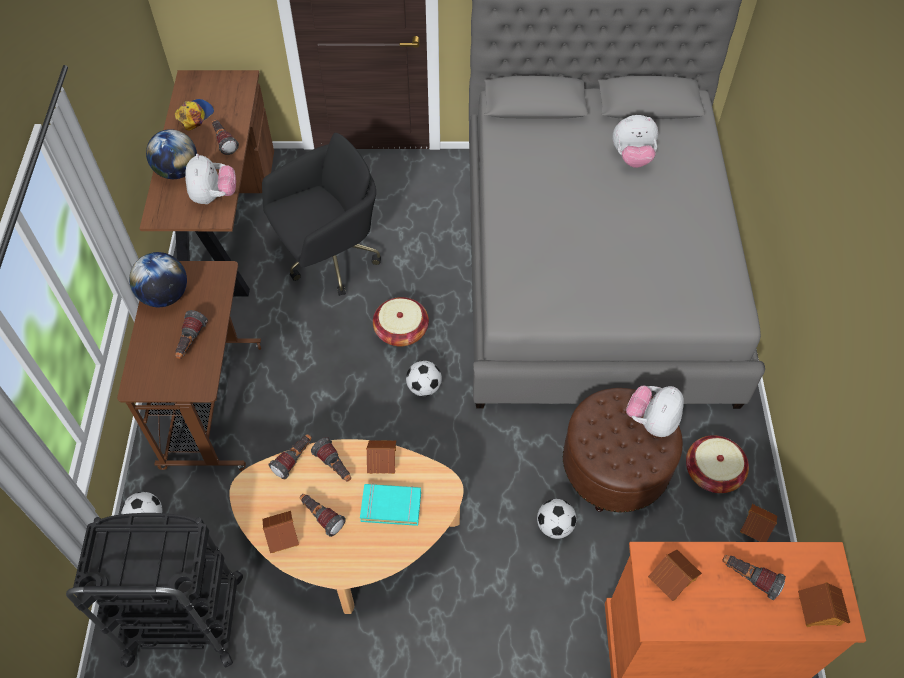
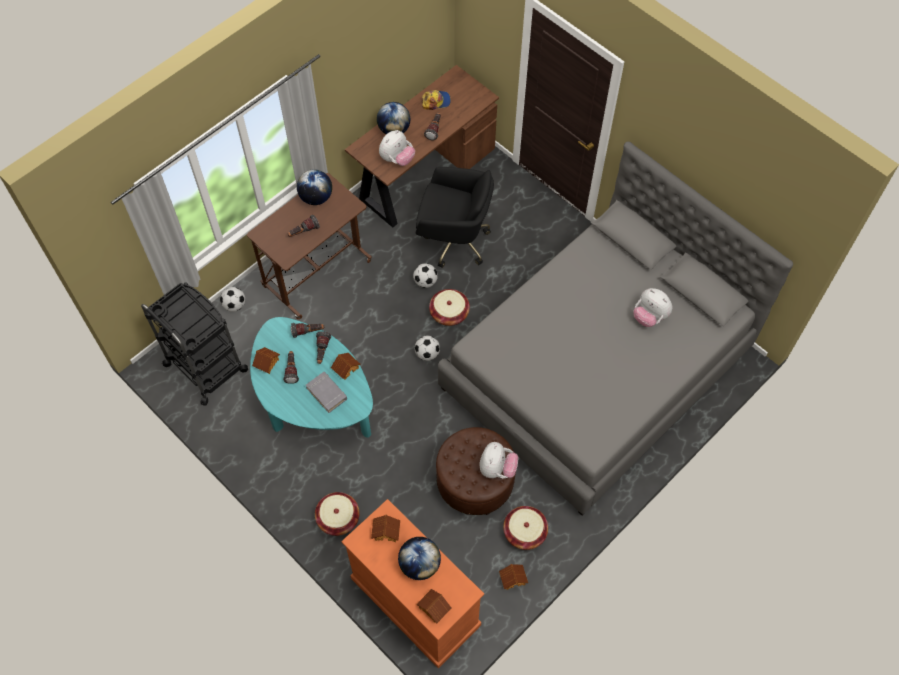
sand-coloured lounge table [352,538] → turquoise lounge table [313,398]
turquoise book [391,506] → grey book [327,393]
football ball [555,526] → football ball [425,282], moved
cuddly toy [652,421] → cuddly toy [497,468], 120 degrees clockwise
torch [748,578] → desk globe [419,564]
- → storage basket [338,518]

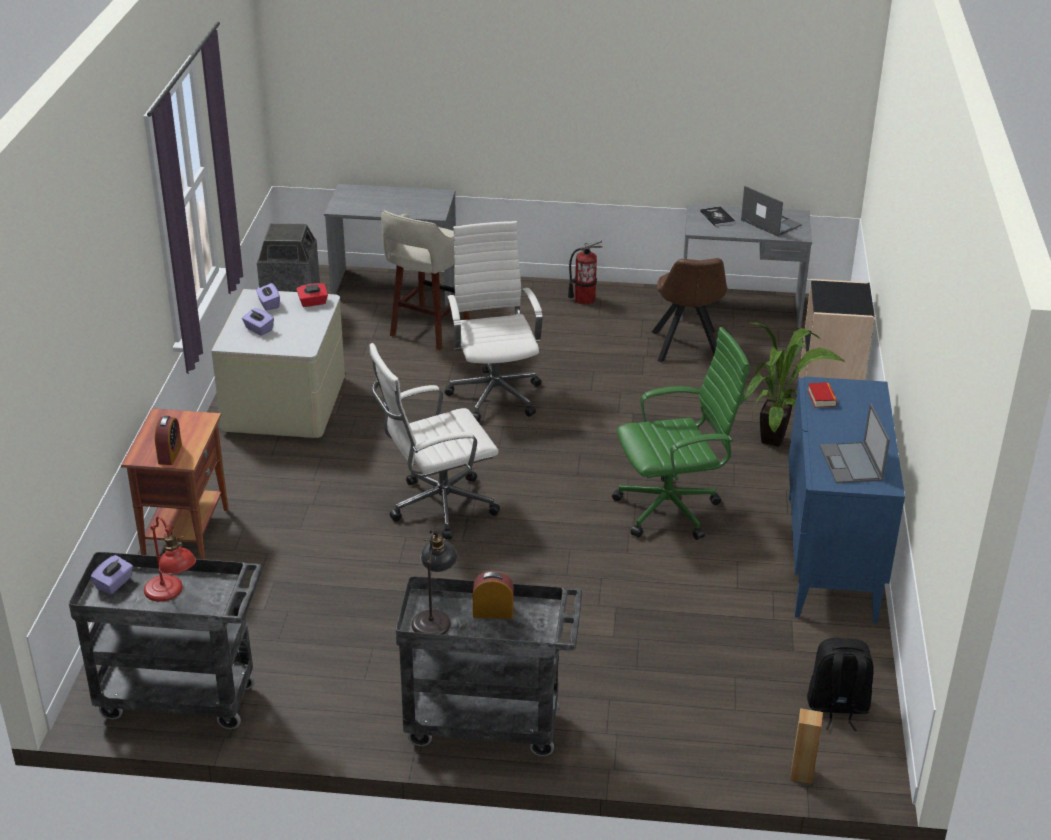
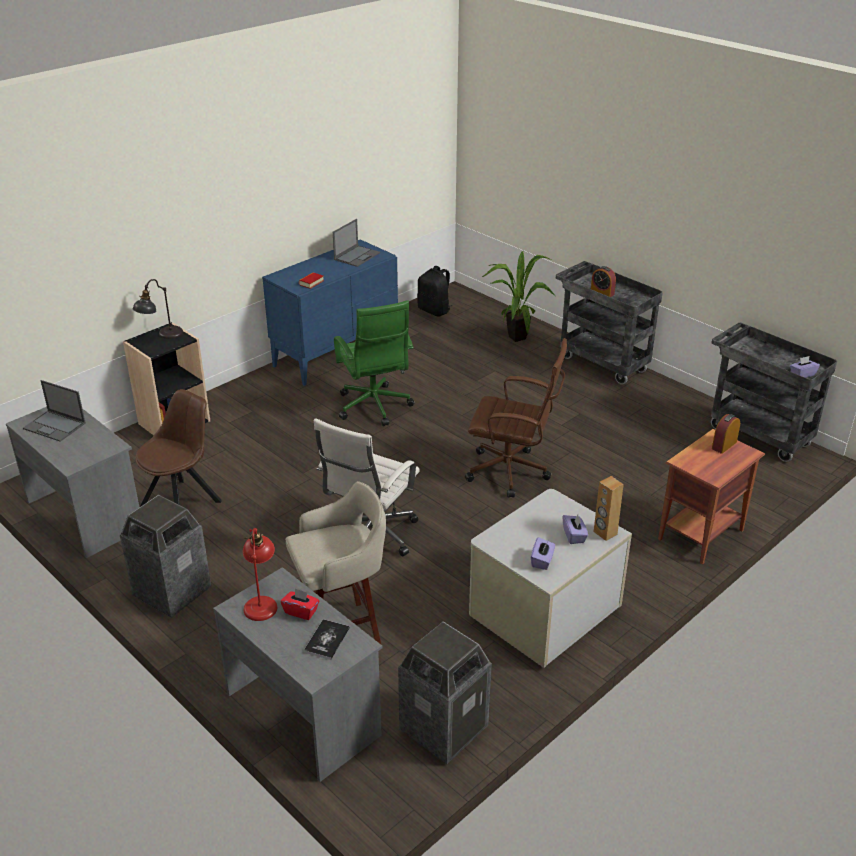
red-coloured table lamp [173,597] → red-coloured table lamp [261,598], moved
red-coloured box of tissues [313,303] → red-coloured box of tissues [301,611], moved
white computer chair [437,508] → brown computer chair [511,472]
grey table lamp [434,613] → grey table lamp [161,336], moved
fire extinguisher [584,299] → waste bin [171,592]
green-coloured computer chair [672,509] → green-coloured computer chair [375,408], 135 degrees counterclockwise
book [717,217] → book [327,640], moved
laptop [770,222] → laptop [55,426], 60 degrees counterclockwise
potted plant [777,441] → potted plant [515,336], moved
brown speaker [801,774] → brown speaker [605,533], moved

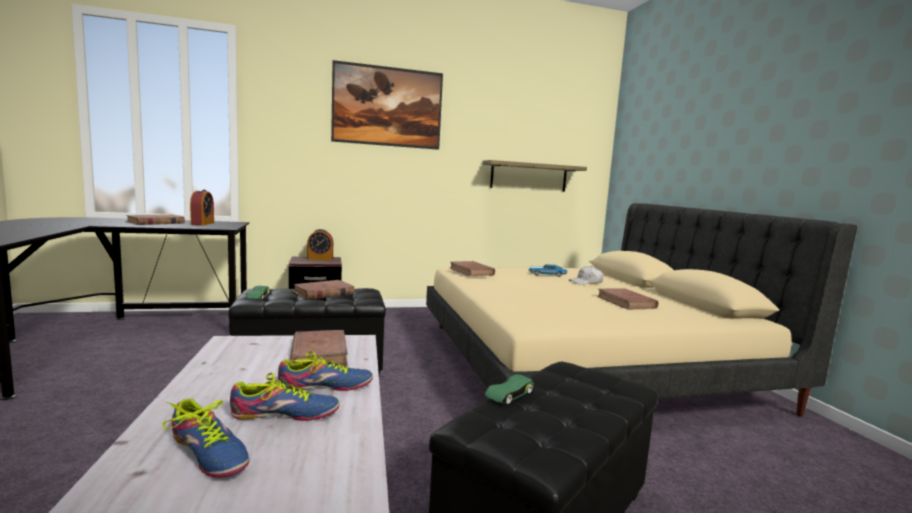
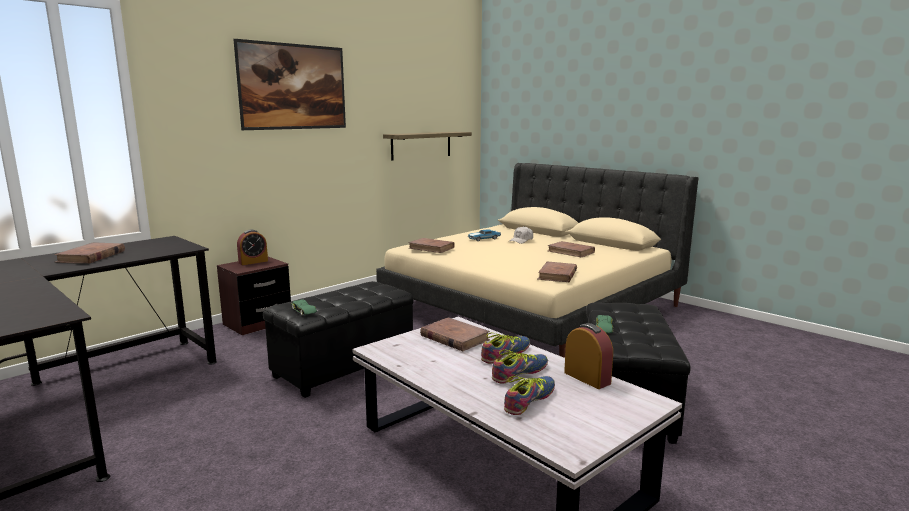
shoe [209,453] → shoe [529,400], 60 degrees counterclockwise
table clock [202,223] → table clock [587,378], moved
brown book [323,293] → brown book [557,275], moved

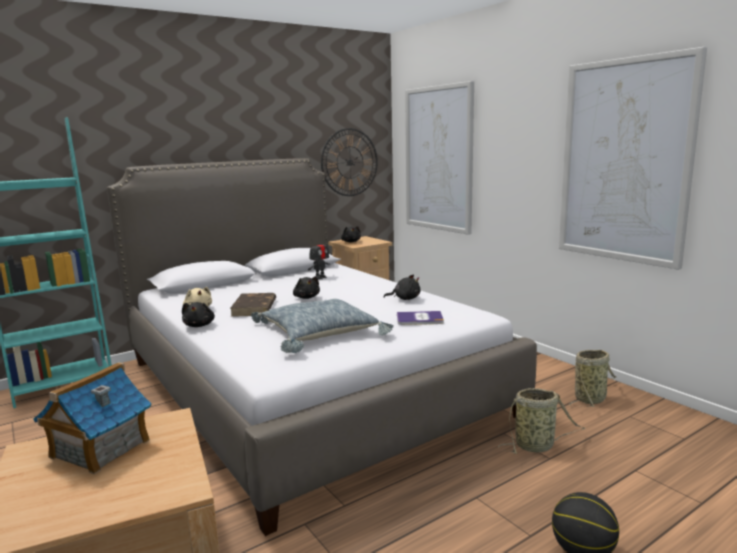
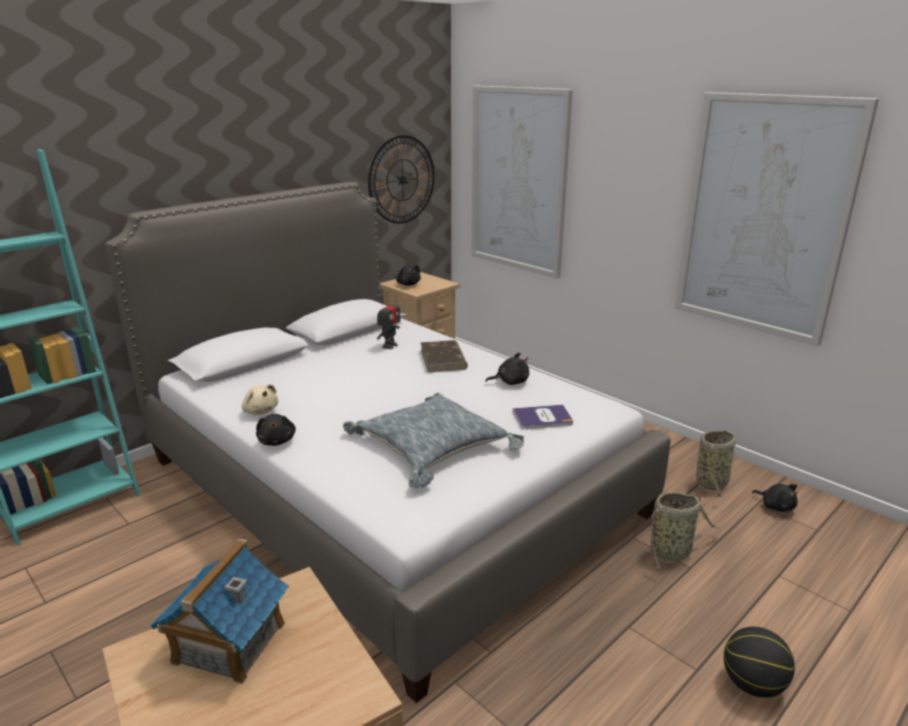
brown book [254,308] → brown book [443,359], moved
blackish cuddly toy [306,297] → blackish cuddly toy [776,506], moved

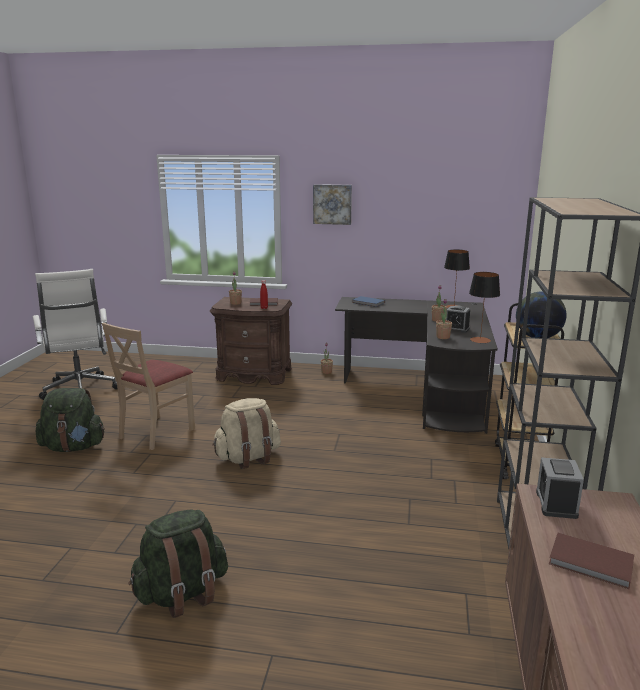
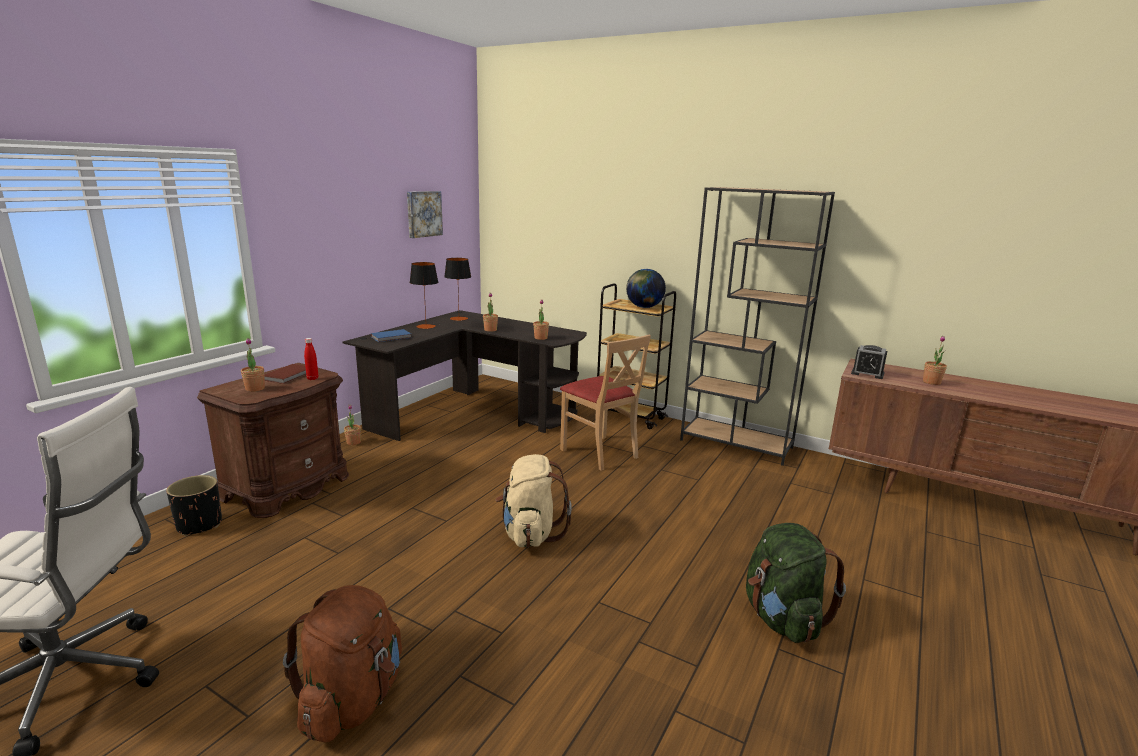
green-coloured knapsack [73,447] → brown knapsack [353,701]
sand-coloured plain chair [156,432] → sand-coloured plain chair [600,453], moved
picture [332,204] → picture [423,214], moved
table clock [456,329] → -
table lamp [480,340] → table lamp [426,326], moved
brown book [591,563] → potted plant [931,382]
- → blackish flower pot [199,525]

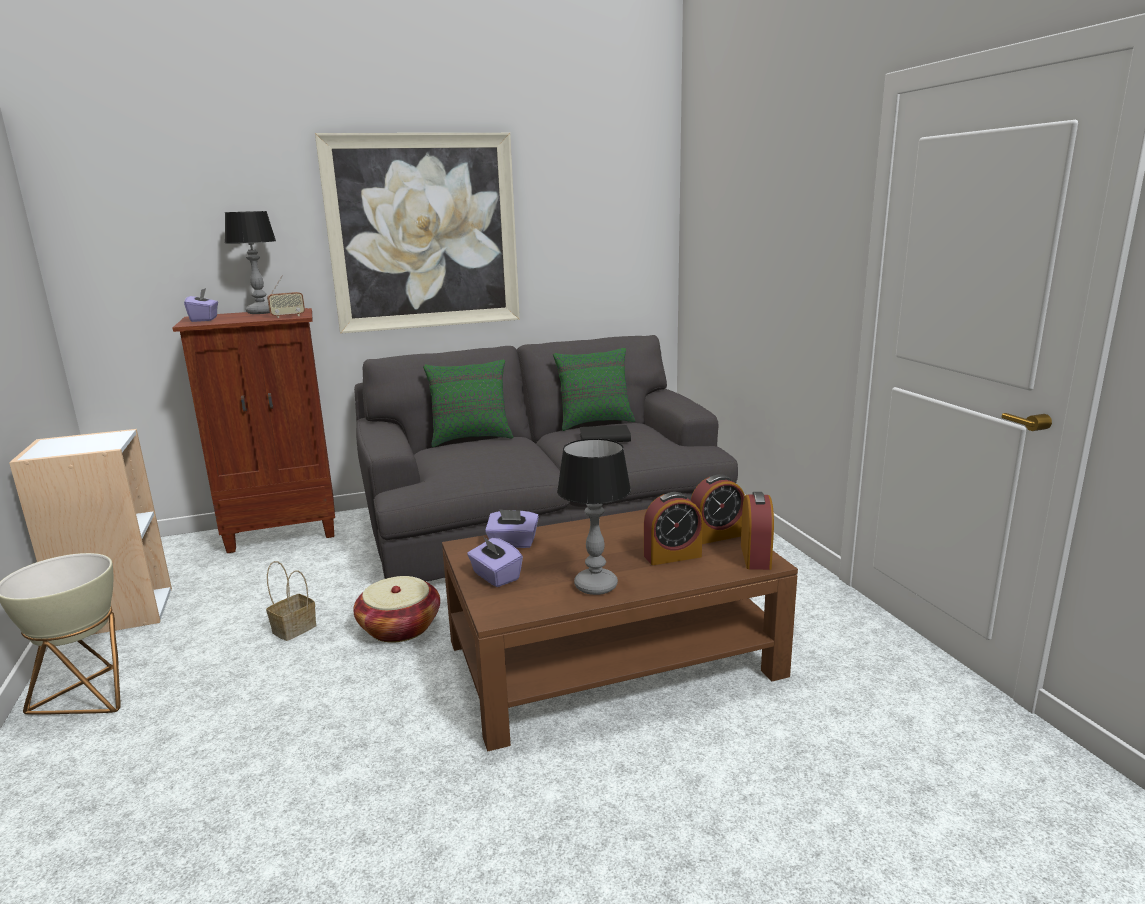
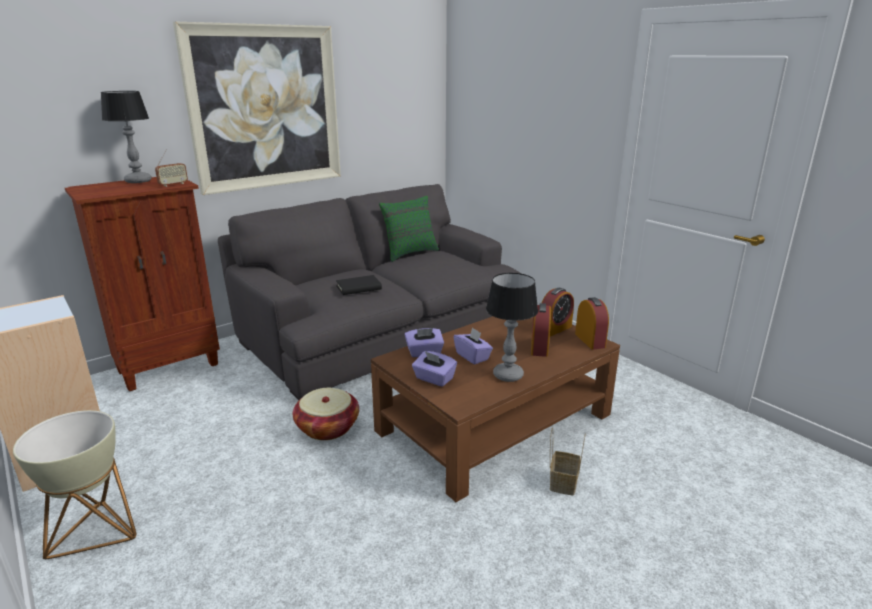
purple-coloured box of tissues [205,319] → purple-coloured box of tissues [472,356], moved
storage basket [295,628] → storage basket [562,482], moved
green-coloured pillow [471,439] → -
blackish book [604,438] → blackish book [358,288], moved
table clock [672,556] → table clock [539,347], 135 degrees clockwise

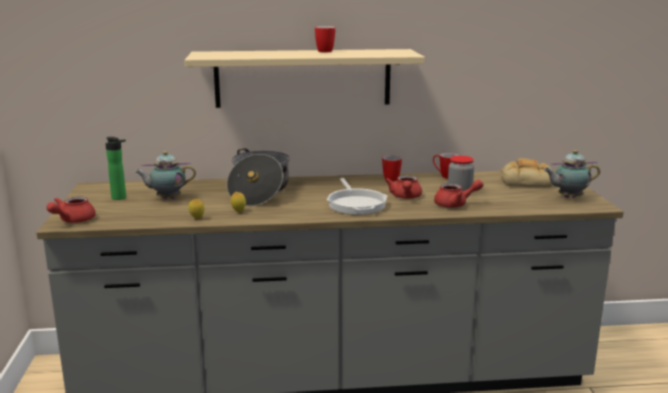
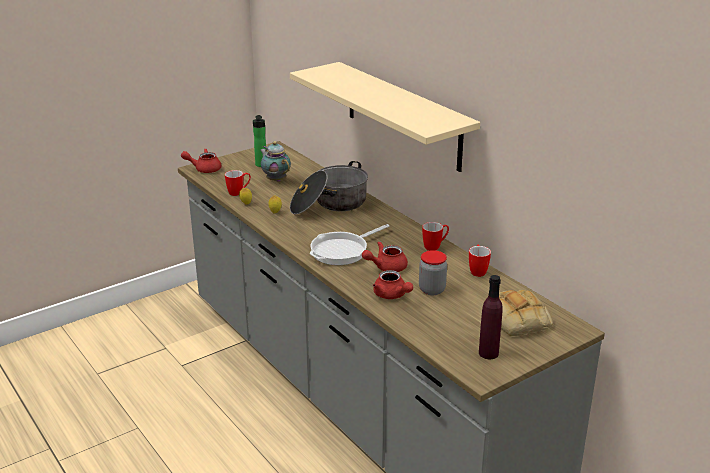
mug [325,51] → mug [239,192], moved
tea pot [568,197] → purple-coloured beverage bottle [488,353]

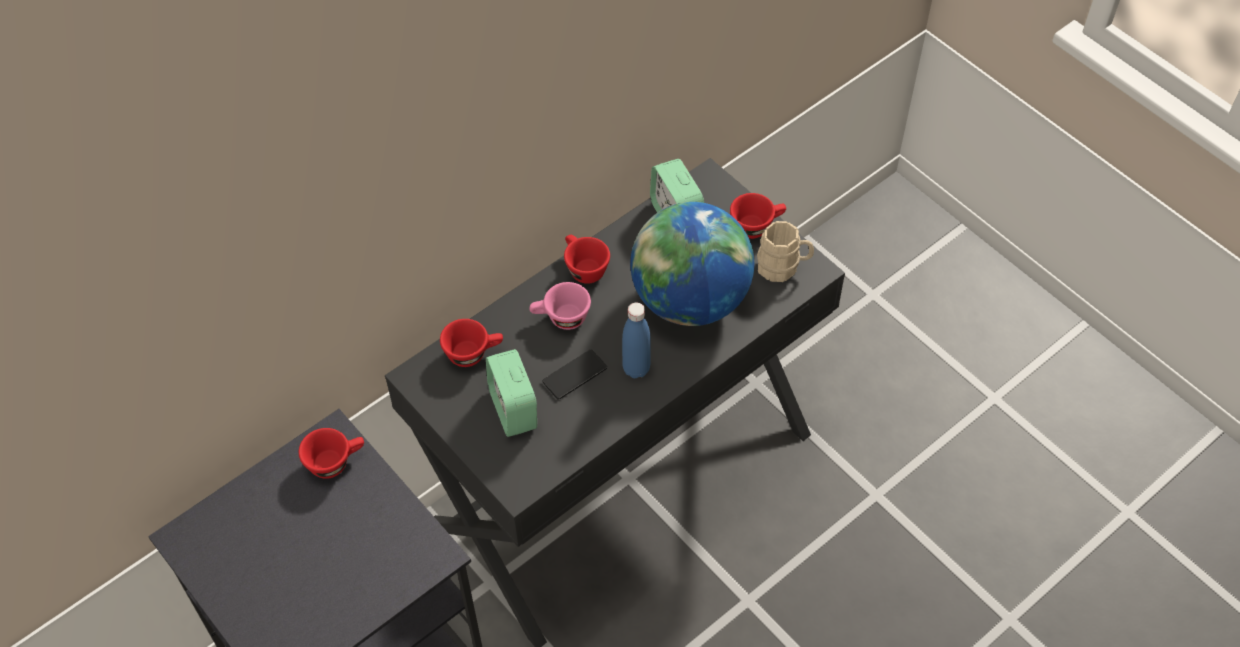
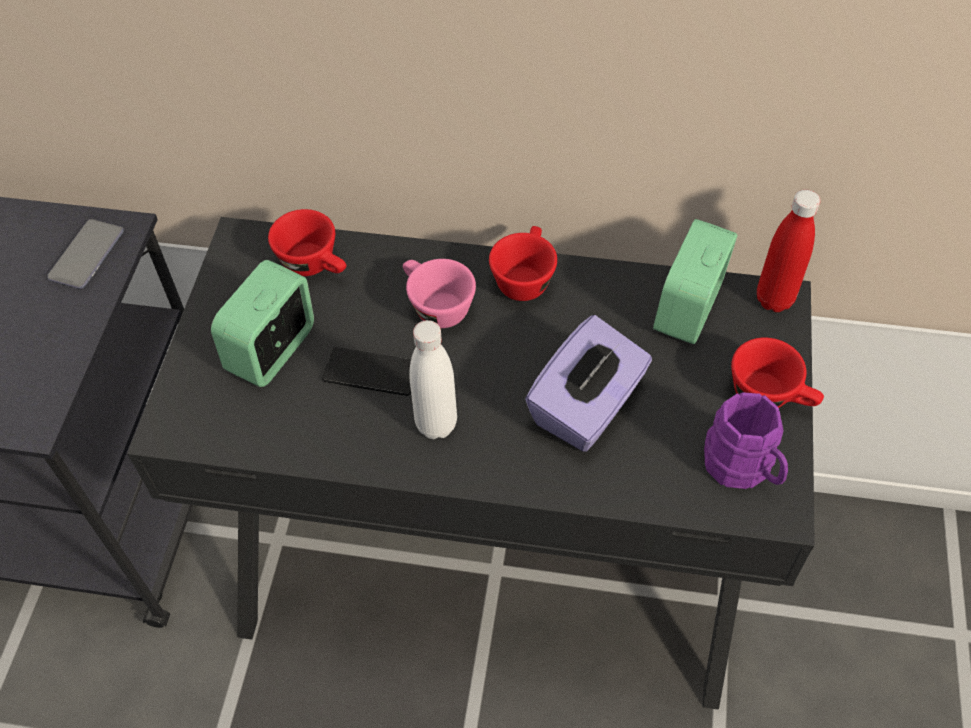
red-coloured small cup [335,461] → handset [87,255]
blue beverage bottle [636,368] → white beverage bottle [436,424]
desk globe [690,300] → purple-coloured box of tissues [587,407]
sand-coloured mug [783,267] → purple-coloured mug [743,469]
- → red-coloured beverage bottle [774,299]

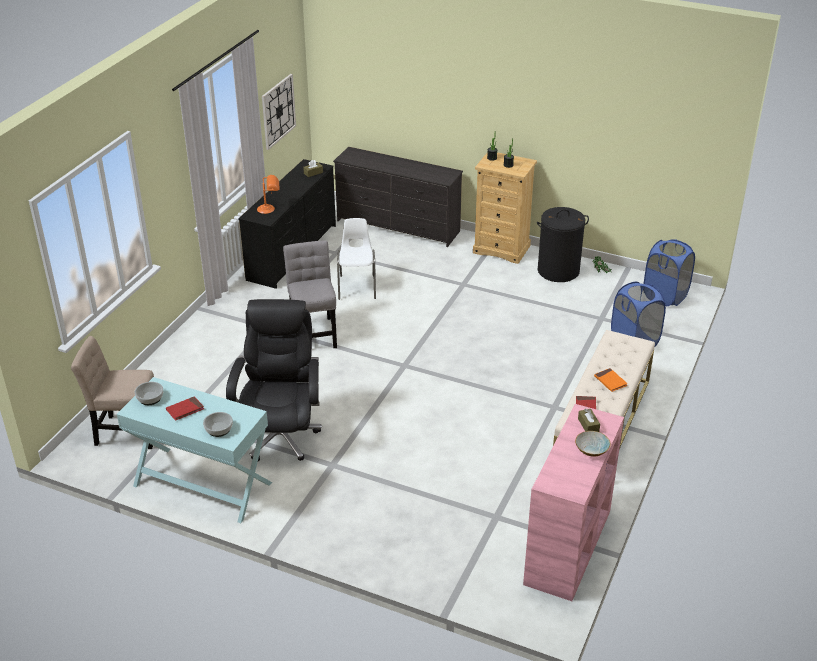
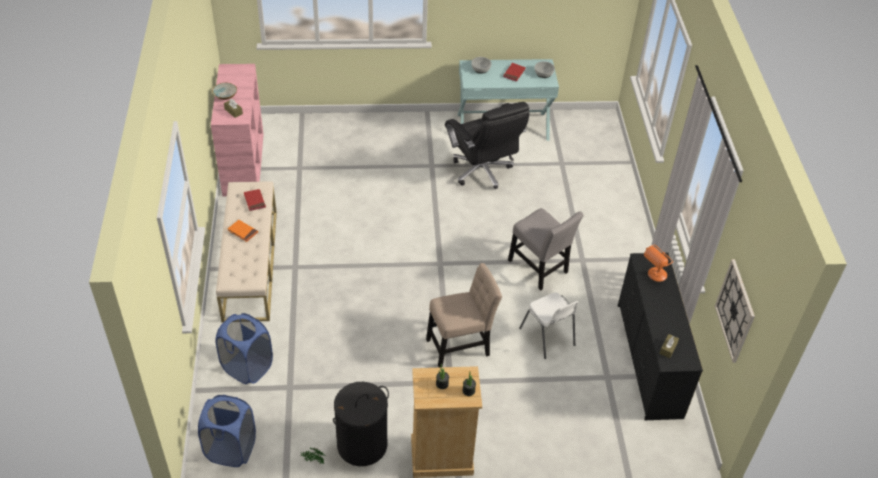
sand-coloured plain chair [126,432] → sand-coloured plain chair [461,345], moved
blackish drawer chest [397,226] → -

